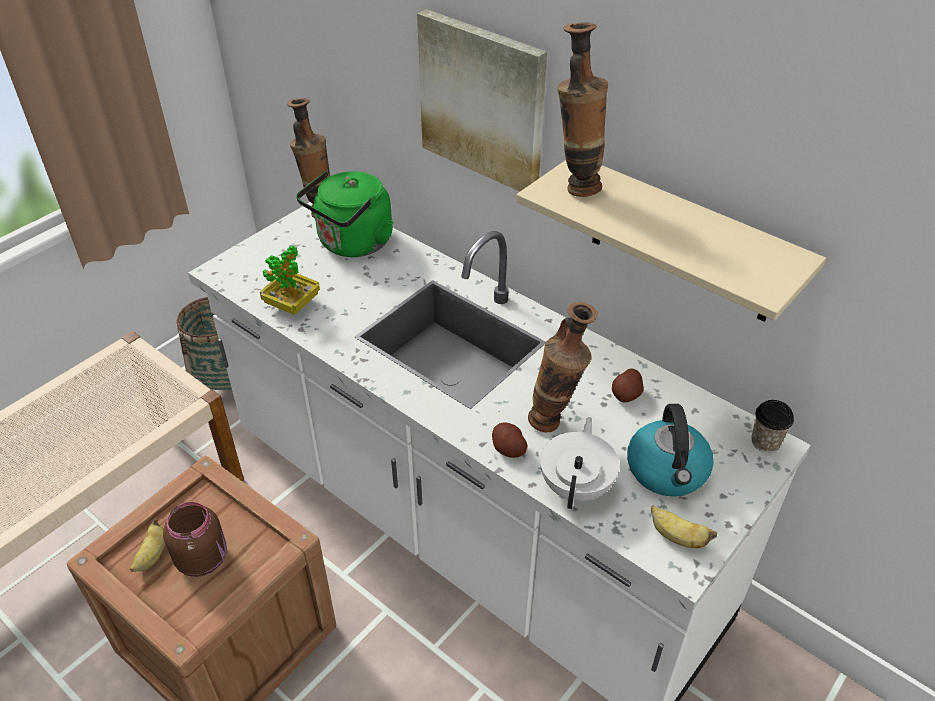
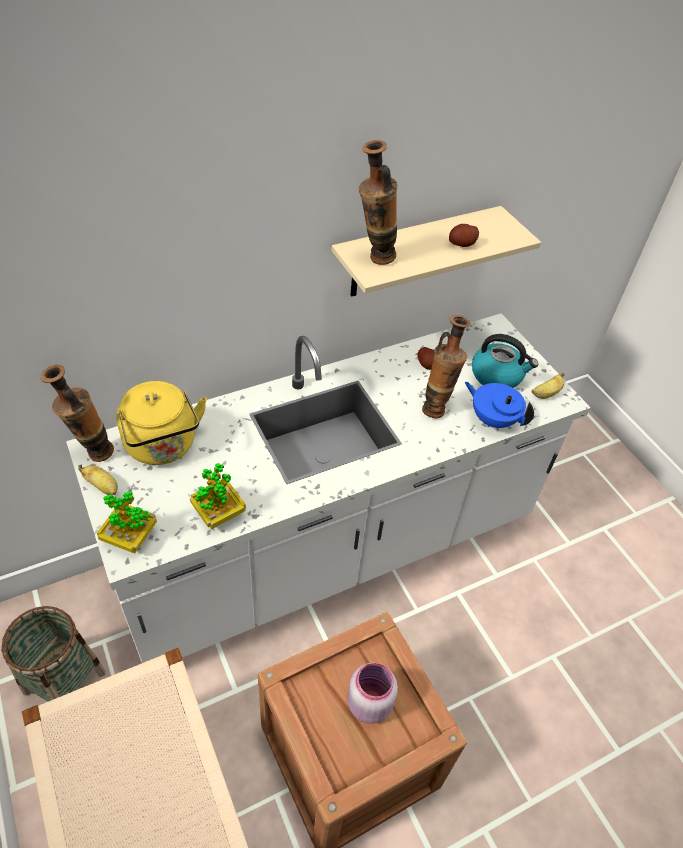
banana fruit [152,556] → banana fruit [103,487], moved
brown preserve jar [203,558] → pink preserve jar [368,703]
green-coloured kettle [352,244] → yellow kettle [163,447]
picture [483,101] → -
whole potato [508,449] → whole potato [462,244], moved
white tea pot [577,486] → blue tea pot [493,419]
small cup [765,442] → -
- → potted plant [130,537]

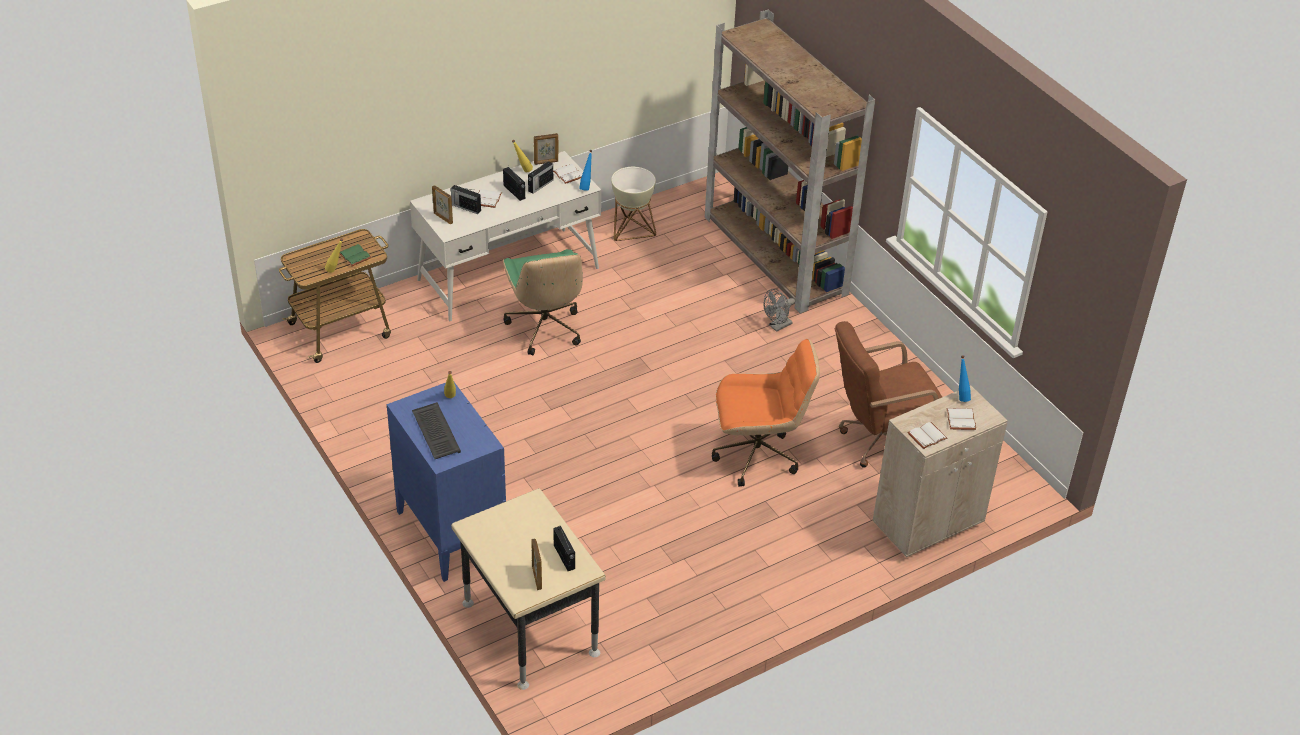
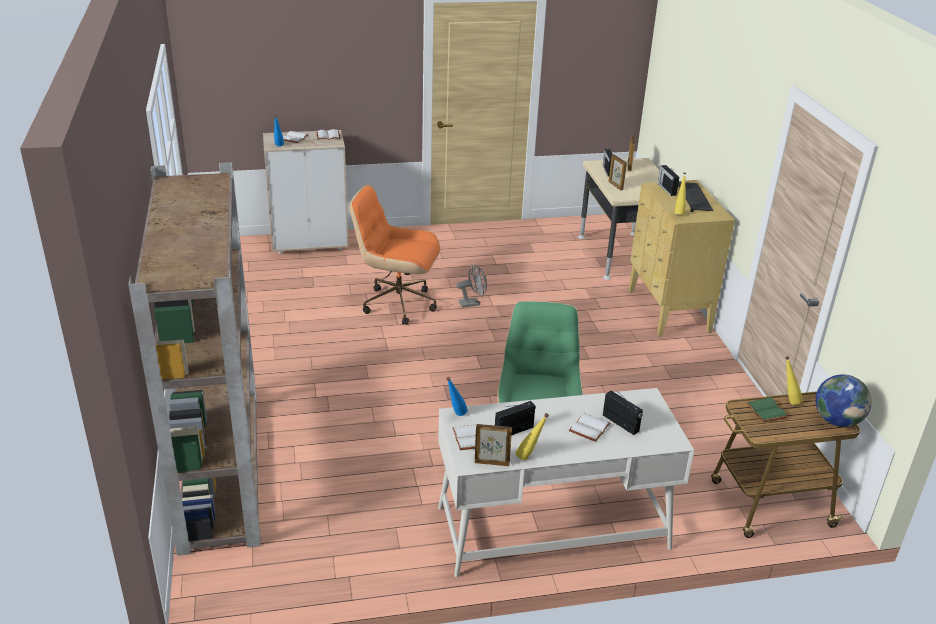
blue drawer chest [452,532] → sand-coloured drawer chest [667,311]
standing frame [443,218] → standing frame [615,186], moved
radio [514,192] → radio [666,189], moved
flower pot [632,230] → -
grey cooling fan [777,326] → grey cooling fan [472,303], moved
brown computer chair [879,443] → -
- → desk globe [837,421]

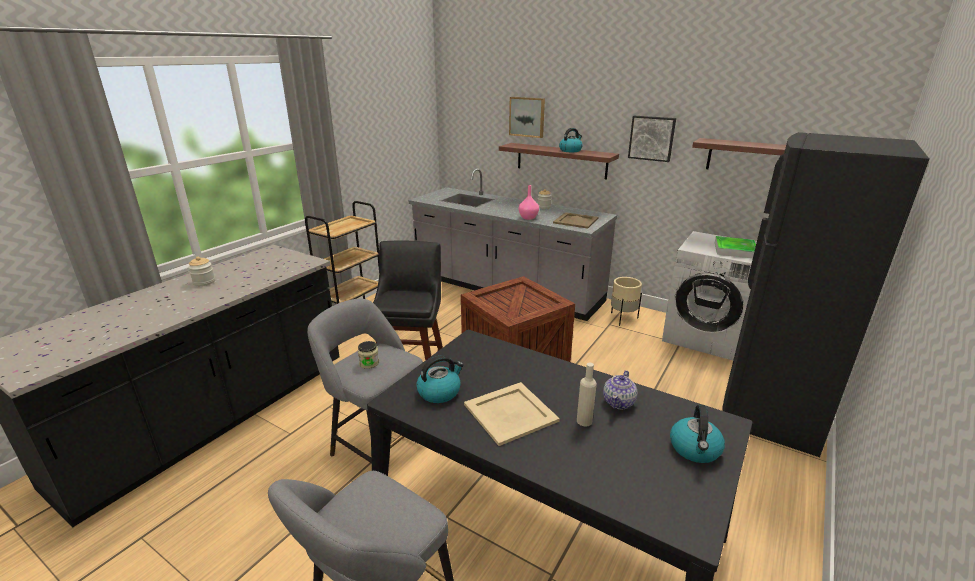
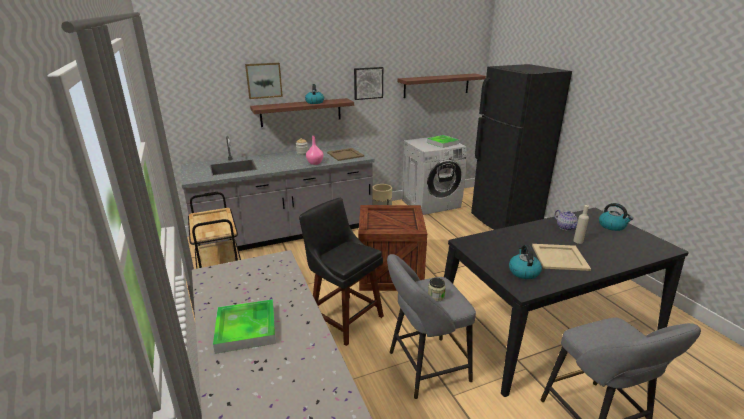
preserve jar [204,282] → tray [246,329]

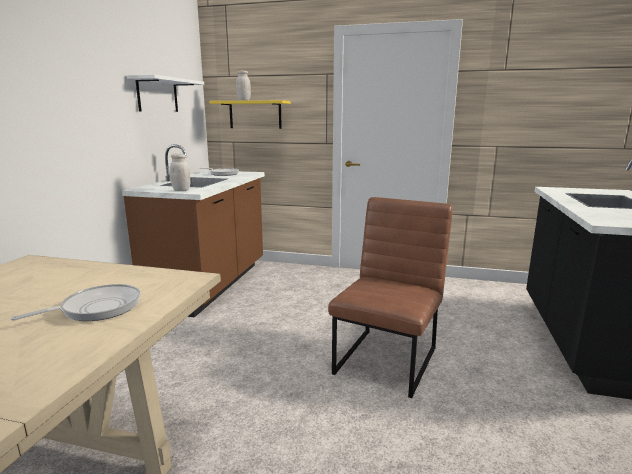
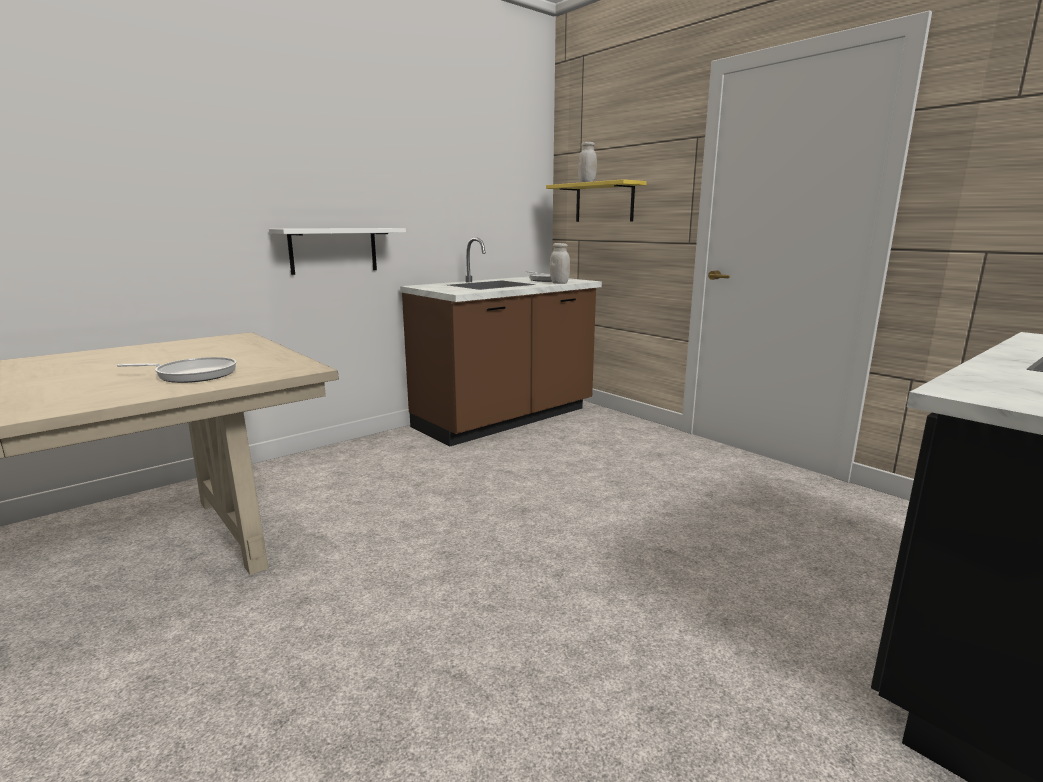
white shelf [157,95] → white shelf [333,250], moved
white preserve jar [181,190] → white preserve jar [559,283], moved
brown plain chair [388,359] → -

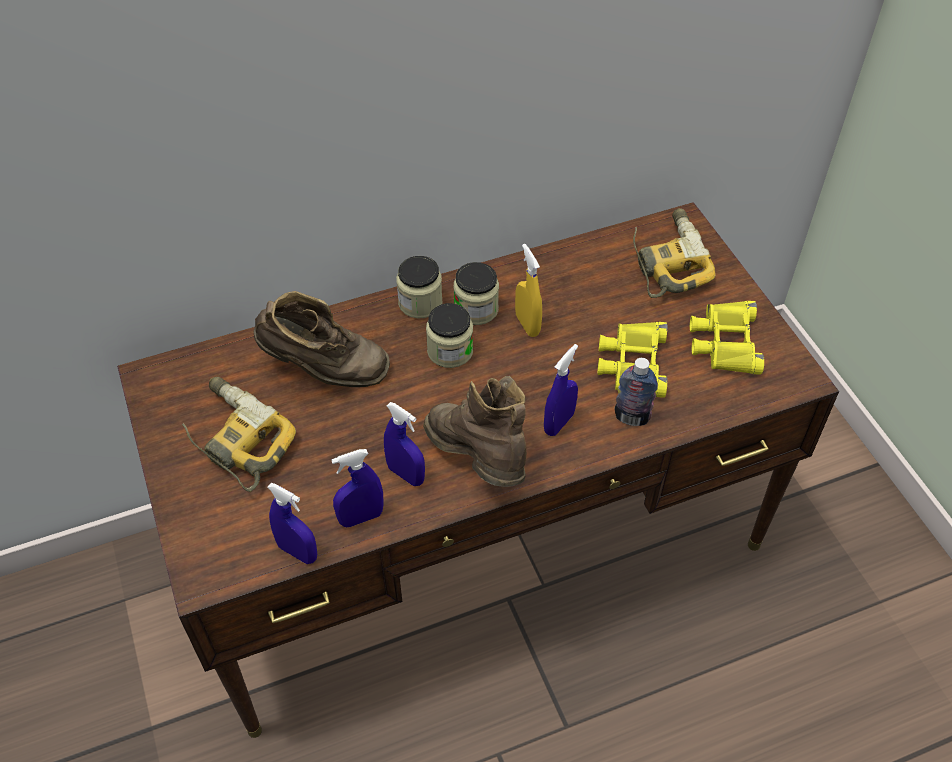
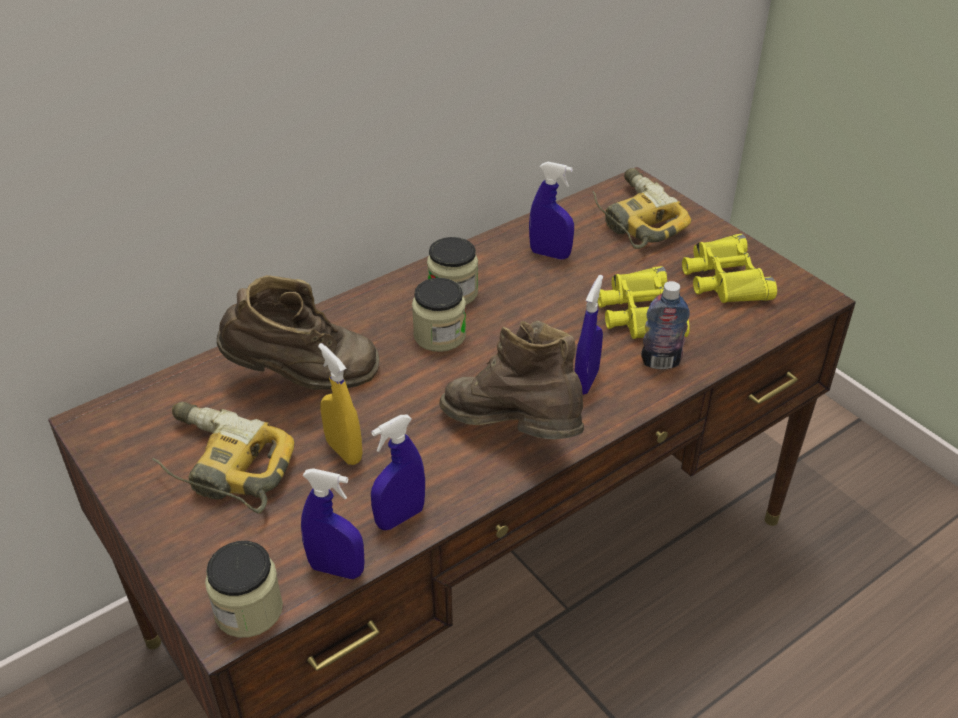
blue spray bottle [406,474] → blue spray bottle [550,254], moved
preserve jar [420,303] → preserve jar [248,610], moved
yellow spray bottle [527,325] → yellow spray bottle [344,451], moved

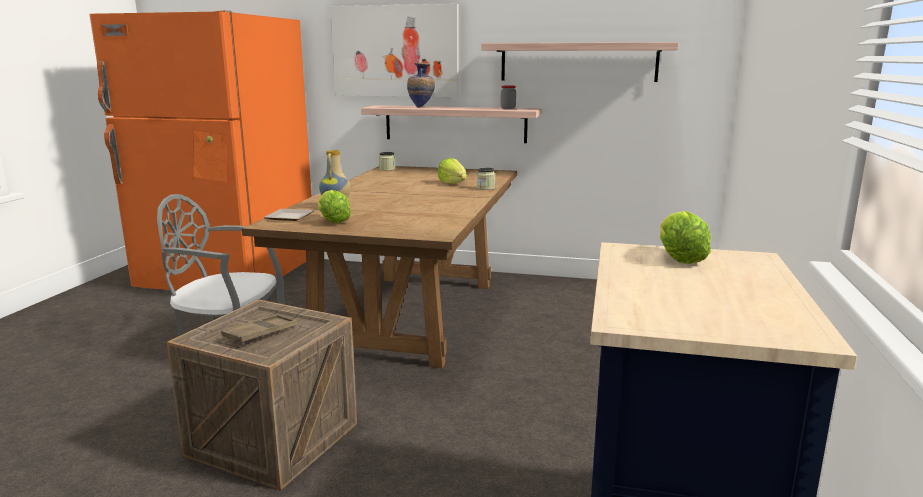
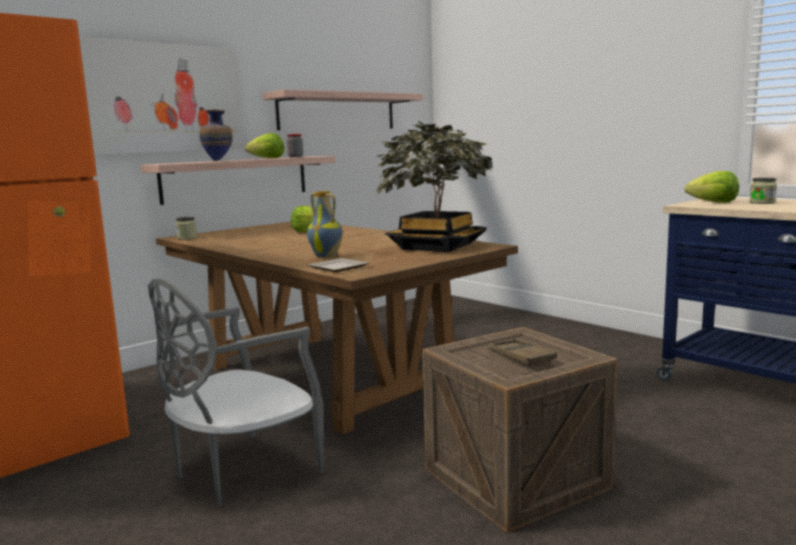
head of lettuce [332,221] → head of lettuce [267,158], moved
preserve jar [486,188] → preserve jar [762,203], moved
- → potted plant [437,246]

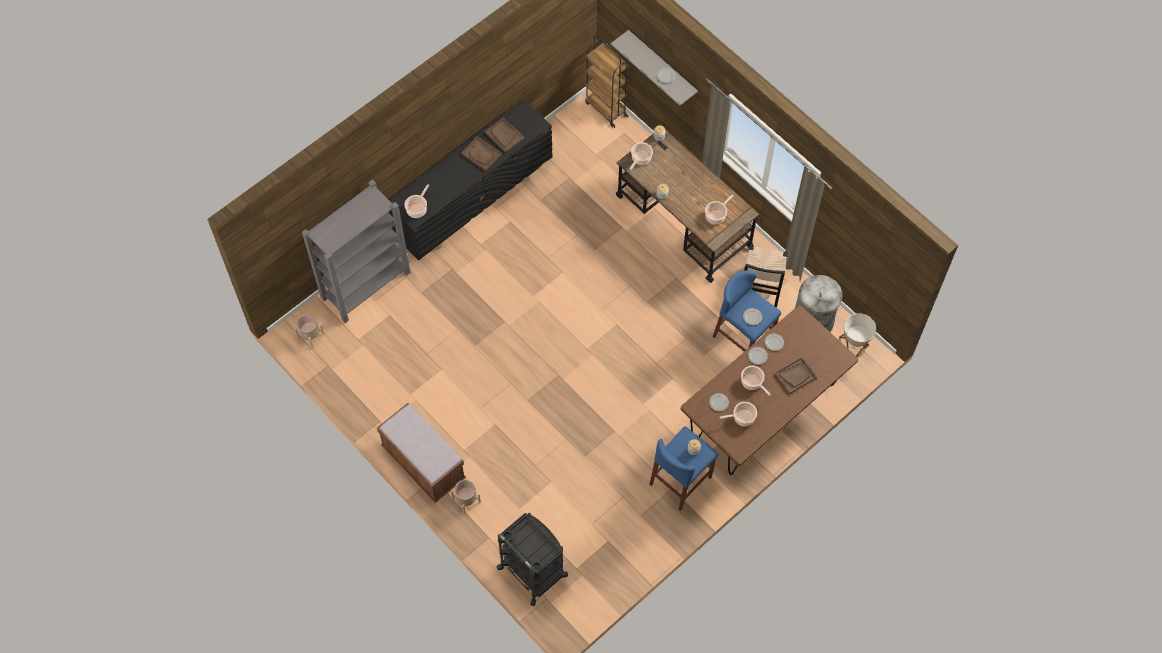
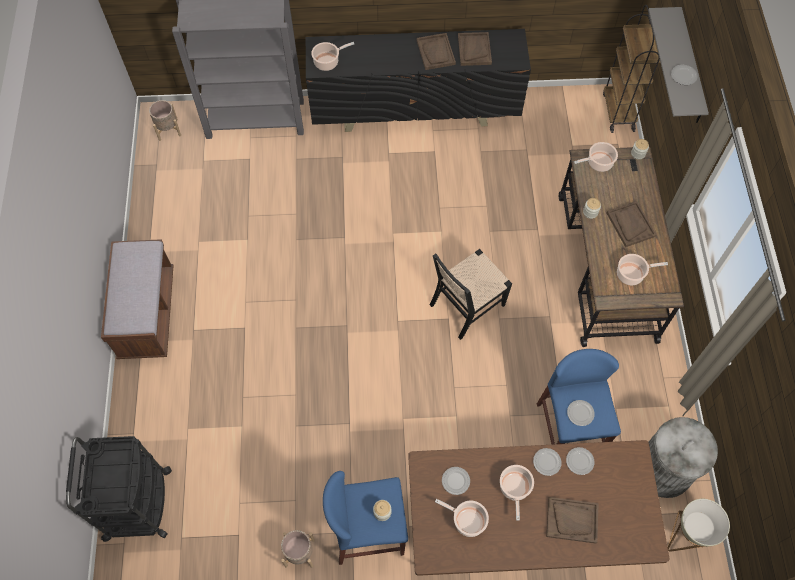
sand-coloured flower pot [466,500] → sand-coloured flower pot [299,552], moved
plain chair [760,288] → plain chair [467,305], moved
- → brown tray [630,224]

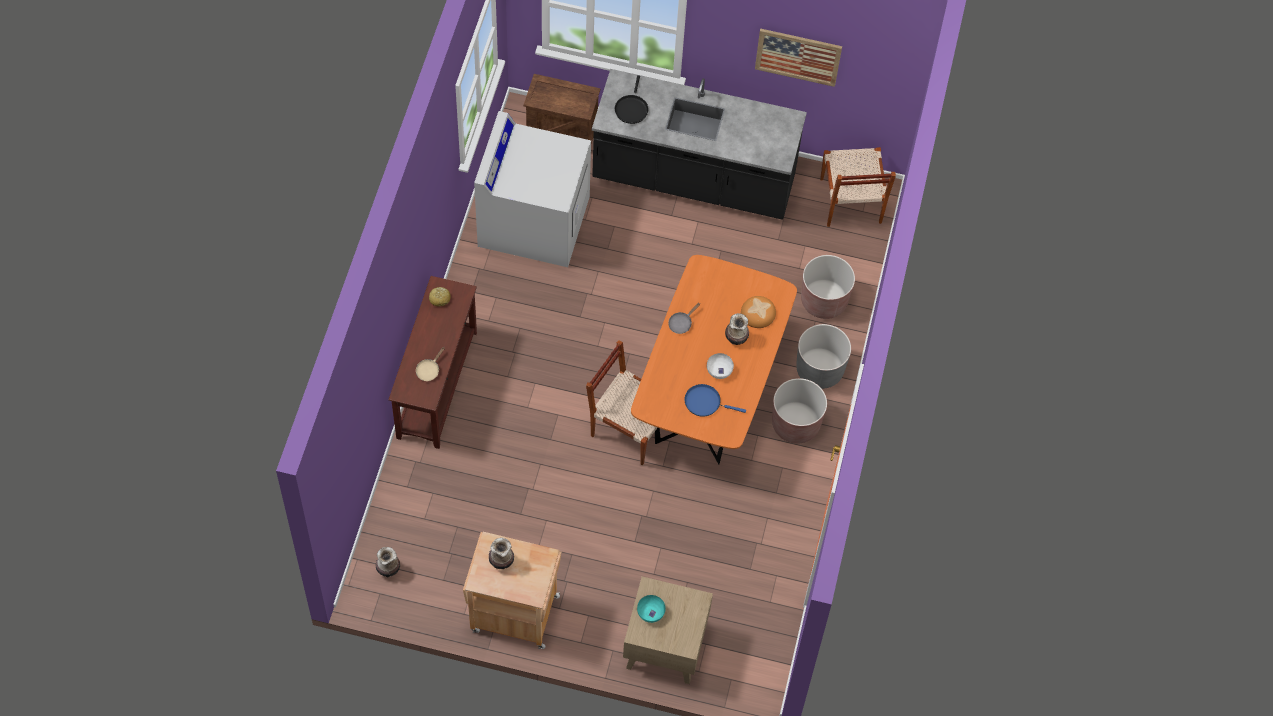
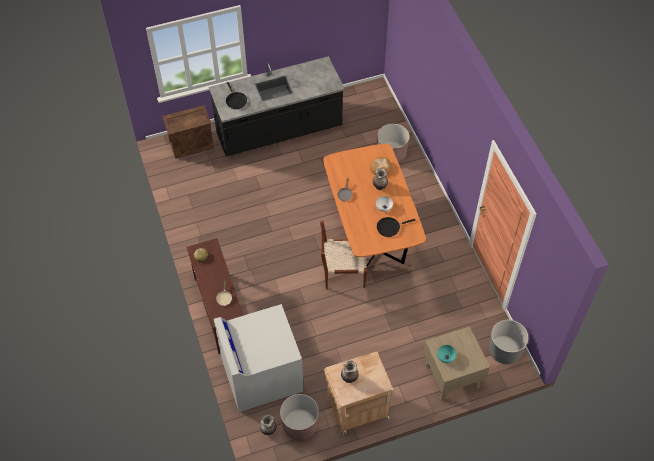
white laundry appliance [534,221] → white laundry appliance [262,374], moved
blue frying pan [705,402] → blackish frying pan [390,227]
picture [798,56] → -
brown flower pot [795,424] → brown flower pot [300,425], moved
grey flower pot [819,370] → grey flower pot [504,350], moved
plain chair [850,203] → -

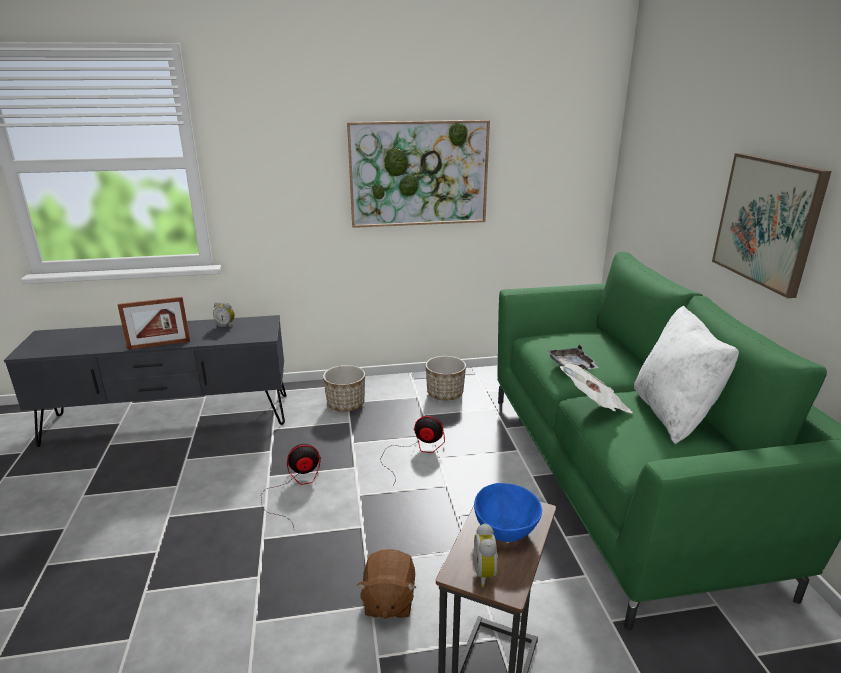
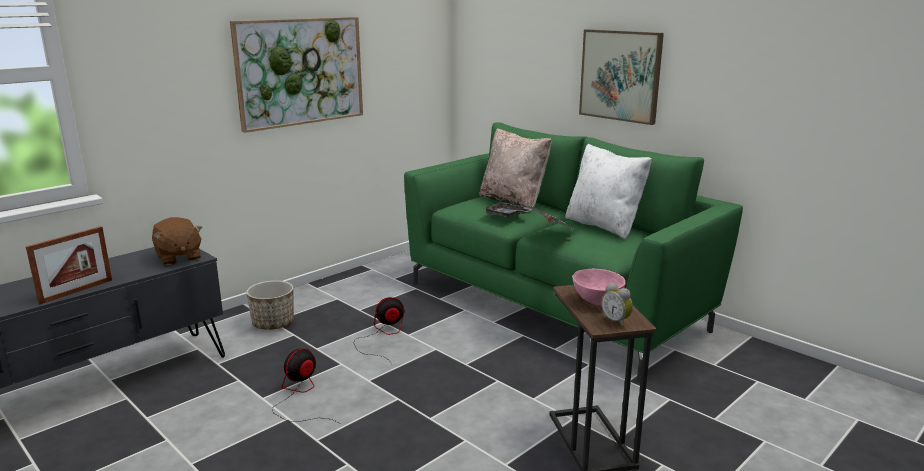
table clock [226,325] → -
brown cuddly toy [388,600] → brown cuddly toy [178,258], moved
flower pot [445,394] → -
blue deep dish [506,528] → pink deep dish [597,300]
- → sand-coloured pillow [513,201]

